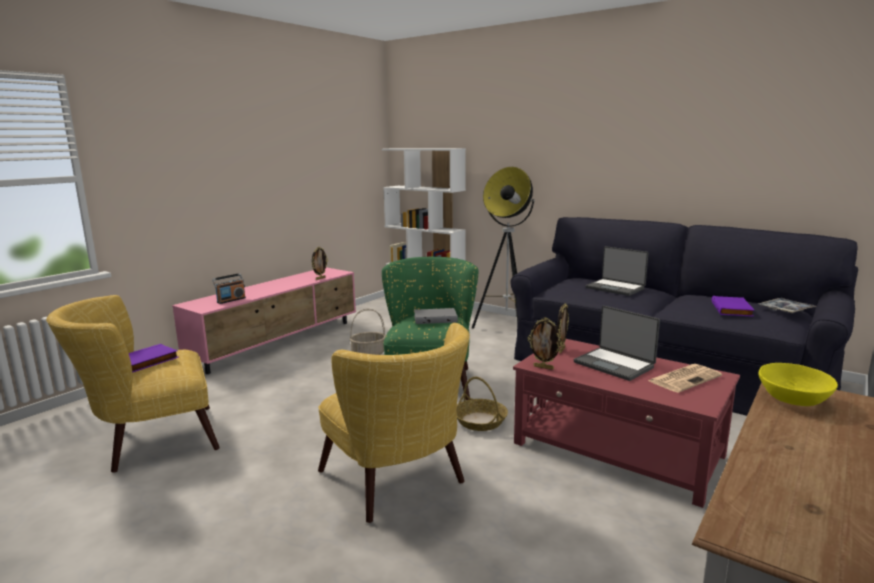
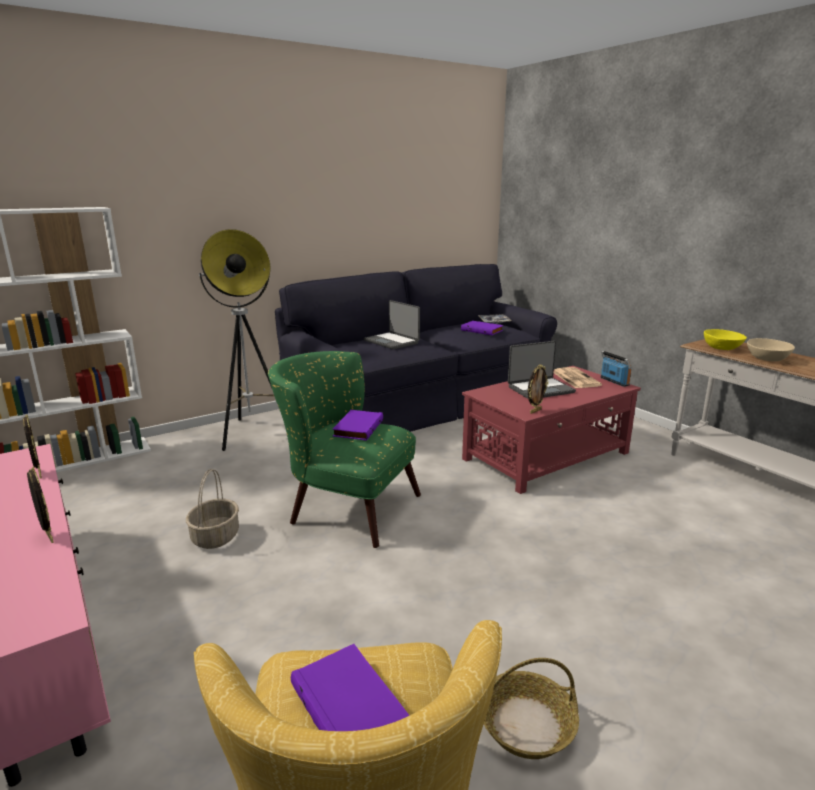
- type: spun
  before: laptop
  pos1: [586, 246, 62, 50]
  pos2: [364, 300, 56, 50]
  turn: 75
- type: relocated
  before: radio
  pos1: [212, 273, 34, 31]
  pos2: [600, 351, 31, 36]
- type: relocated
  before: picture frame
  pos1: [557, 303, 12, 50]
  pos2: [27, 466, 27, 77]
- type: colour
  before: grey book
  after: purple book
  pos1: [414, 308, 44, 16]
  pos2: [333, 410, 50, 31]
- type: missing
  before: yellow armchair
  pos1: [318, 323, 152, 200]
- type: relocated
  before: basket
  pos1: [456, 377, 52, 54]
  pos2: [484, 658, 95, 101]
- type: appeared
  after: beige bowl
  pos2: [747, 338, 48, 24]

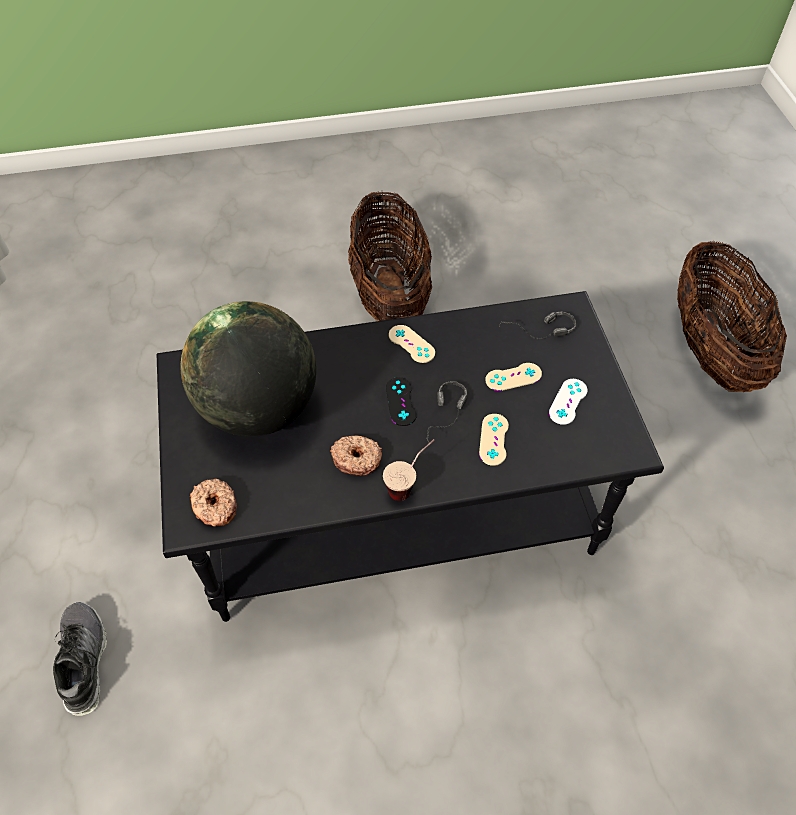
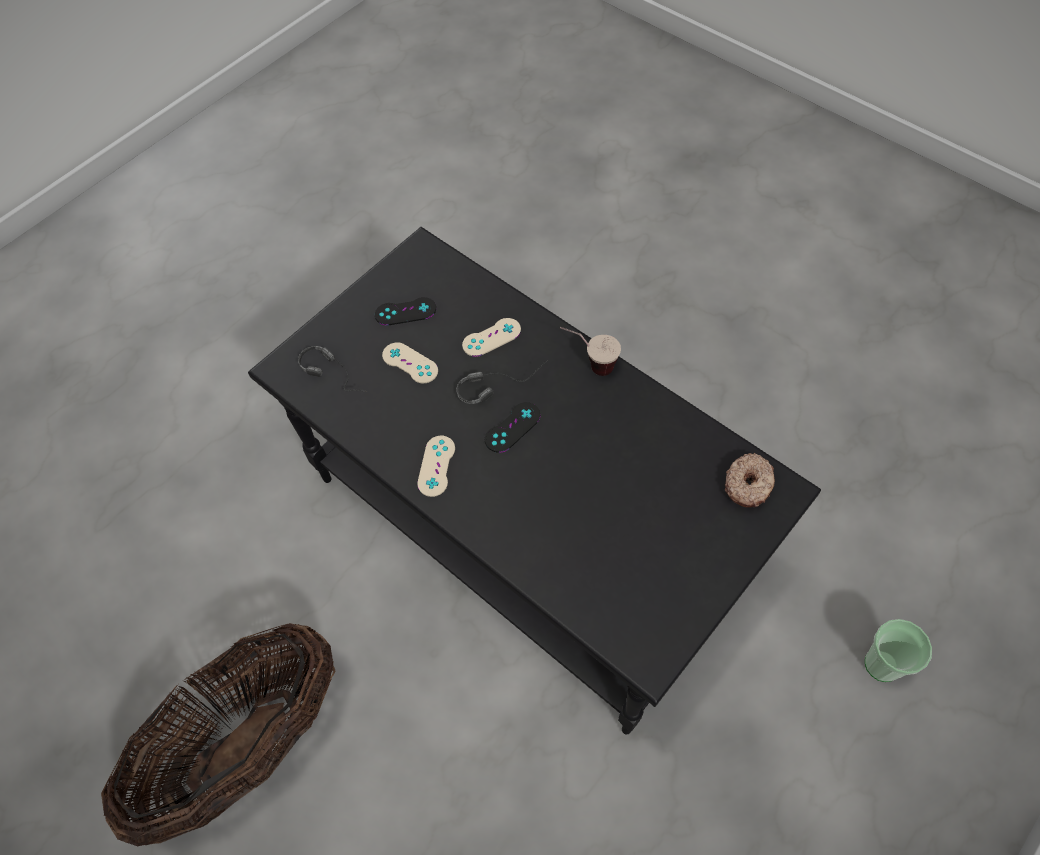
- type: missing
  before: basket
  pos1: [677, 241, 110, 151]
- type: missing
  before: globe
  pos1: [181, 301, 135, 135]
- type: colour
  before: white game controller
  after: black game controller
  pos1: [549, 379, 39, 46]
  pos2: [375, 297, 61, 28]
- type: missing
  before: donut
  pos1: [330, 435, 52, 41]
- type: exchanged
  before: shoe
  after: cup
  pos1: [53, 602, 54, 114]
  pos2: [865, 619, 67, 63]

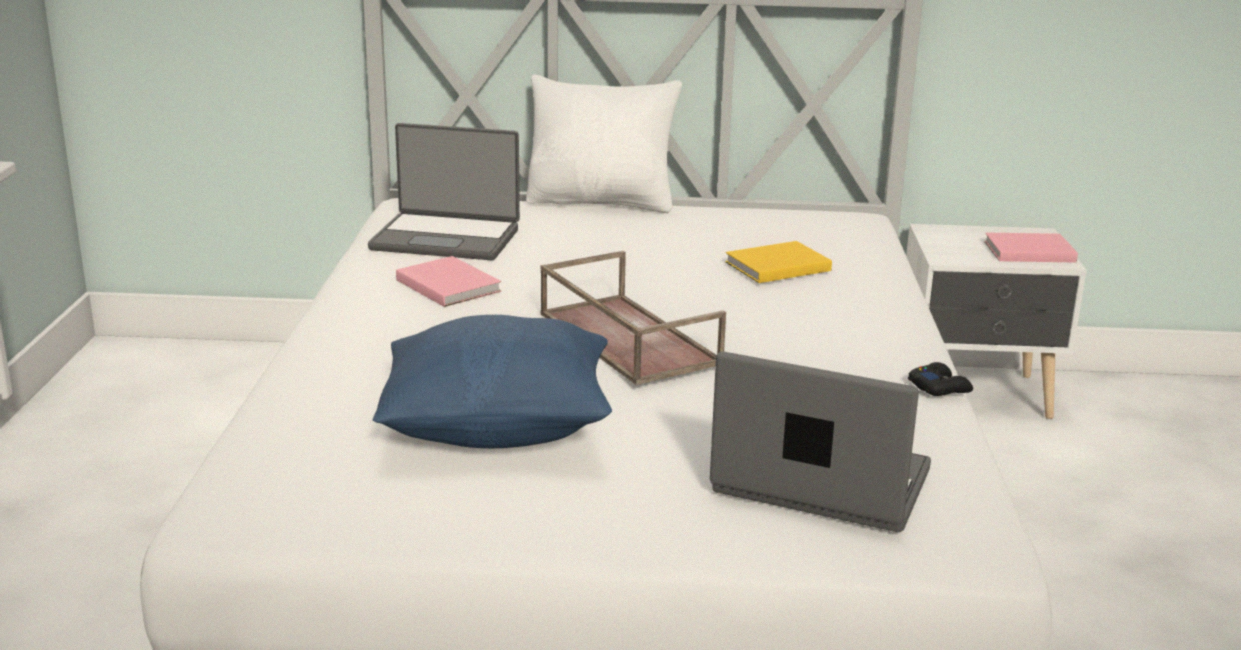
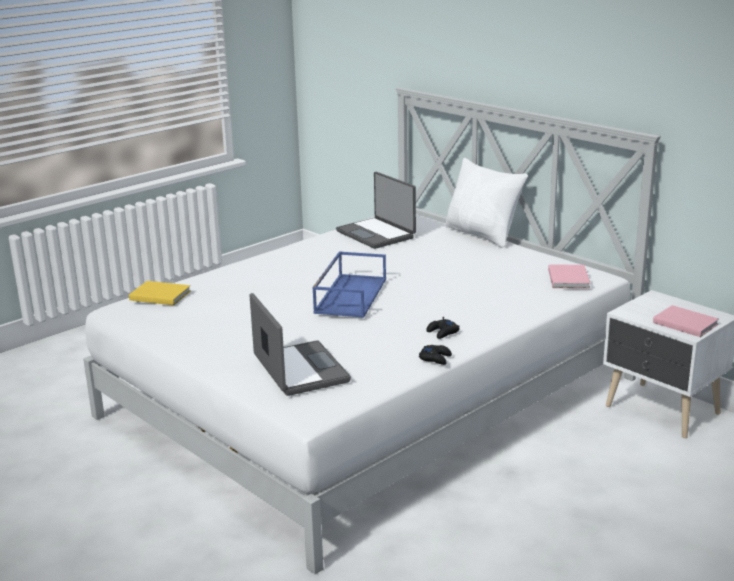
- type: relocated
  before: yellow book
  pos1: [725, 241, 107, 42]
  pos2: [129, 281, 62, 24]
- type: colour
  before: brown tray
  after: blue tray
  pos1: [540, 251, 186, 135]
  pos2: [312, 251, 74, 67]
- type: relocated
  before: pink book
  pos1: [396, 256, 105, 51]
  pos2: [548, 264, 42, 25]
- type: missing
  before: blue pillow
  pos1: [373, 315, 239, 133]
- type: appeared
  after: black game controller
  pos2: [426, 317, 34, 22]

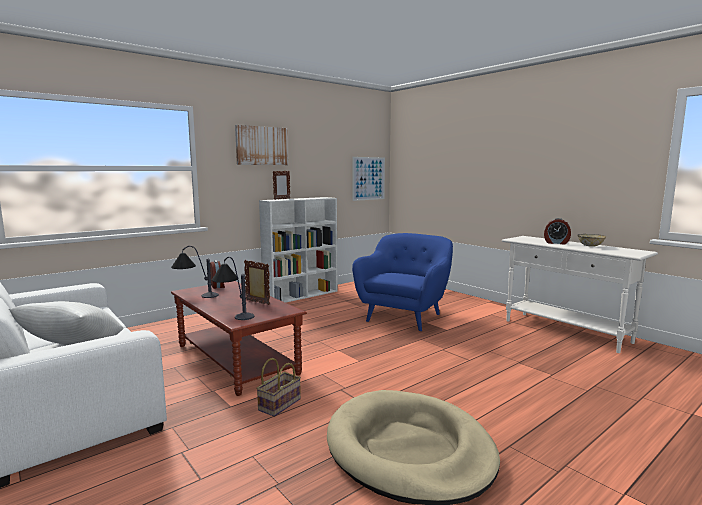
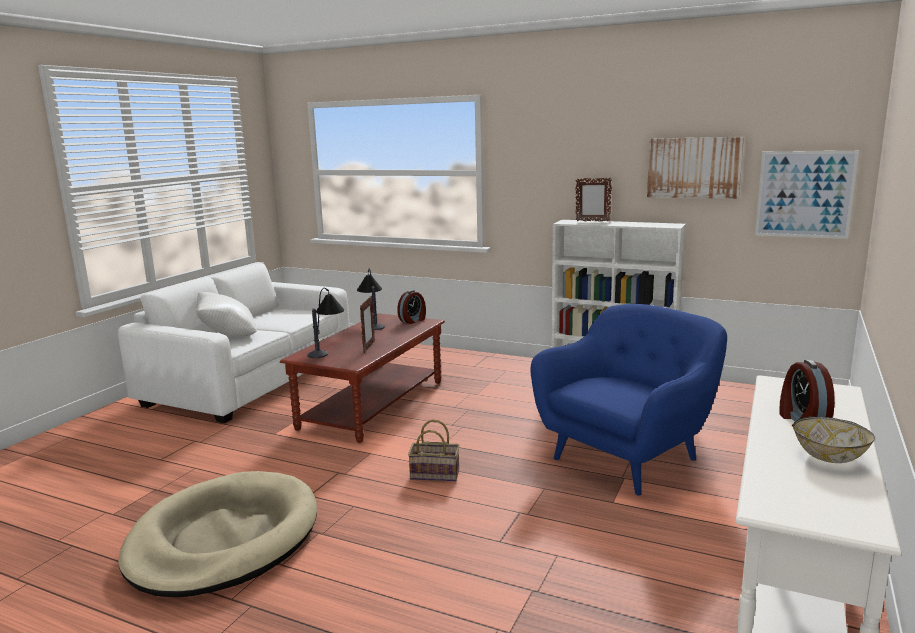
- type: relocated
  before: picture
  pos1: [235, 125, 53, 40]
  pos2: [647, 137, 97, 62]
- type: spun
  before: blue armchair
  pos1: [352, 233, 101, 98]
  pos2: [530, 304, 197, 191]
  turn: -45
- type: relocated
  before: basket
  pos1: [256, 358, 45, 59]
  pos2: [408, 419, 51, 62]

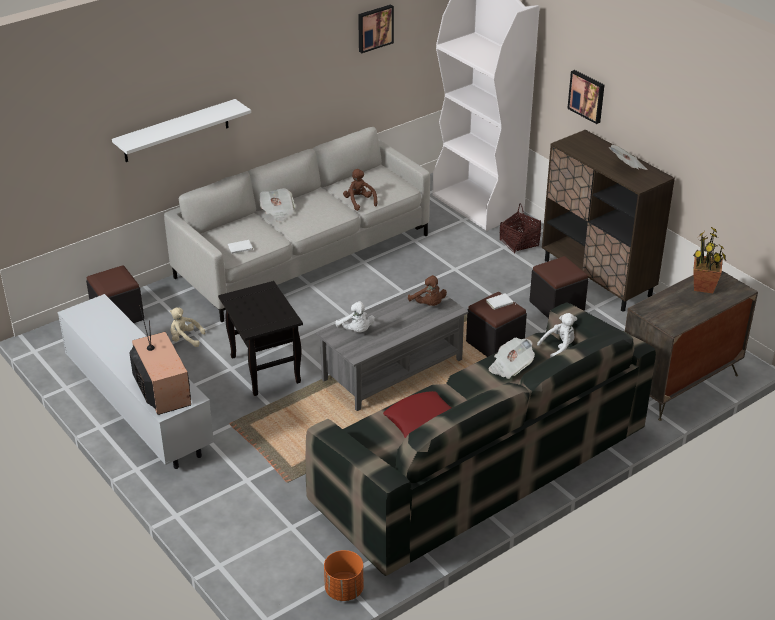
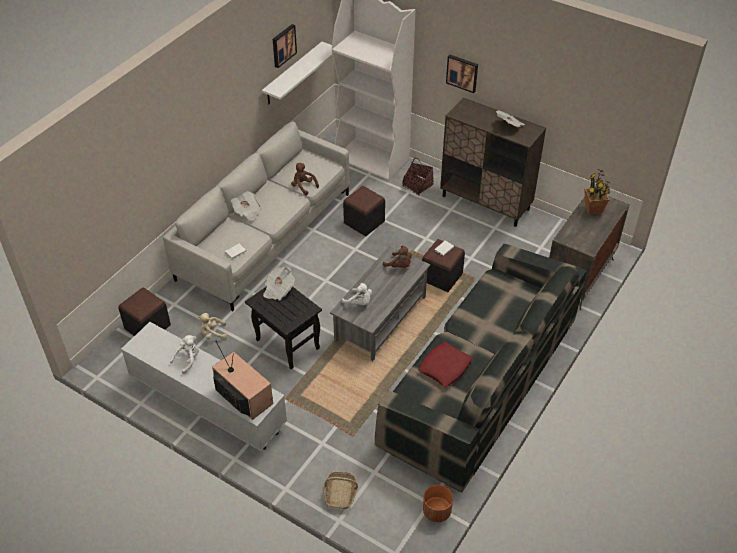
- type: relocated
  before: white shelf
  pos1: [112, 99, 139, 63]
  pos2: [262, 42, 71, 62]
- type: relocated
  before: black ottoman
  pos1: [529, 256, 59, 62]
  pos2: [343, 186, 42, 50]
- type: relocated
  before: white plush toy
  pos1: [537, 313, 40, 45]
  pos2: [170, 335, 29, 39]
- type: relocated
  before: newspaper
  pos1: [489, 338, 46, 41]
  pos2: [263, 267, 32, 33]
- type: appeared
  after: basket
  pos2: [324, 471, 34, 38]

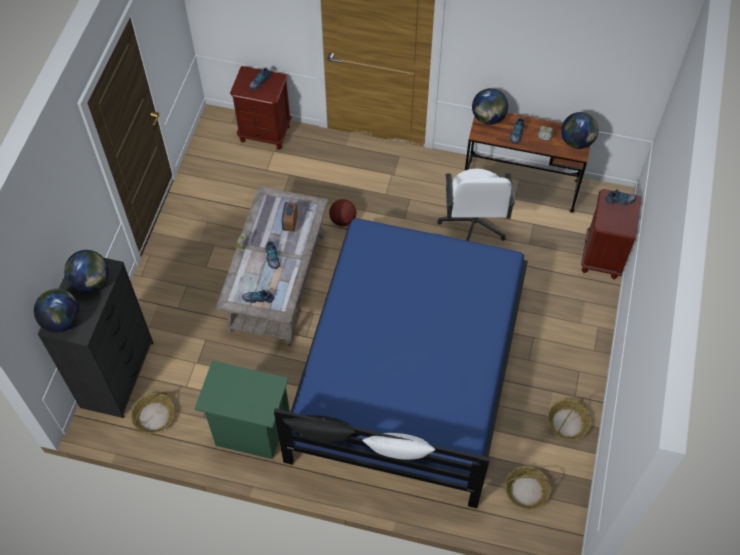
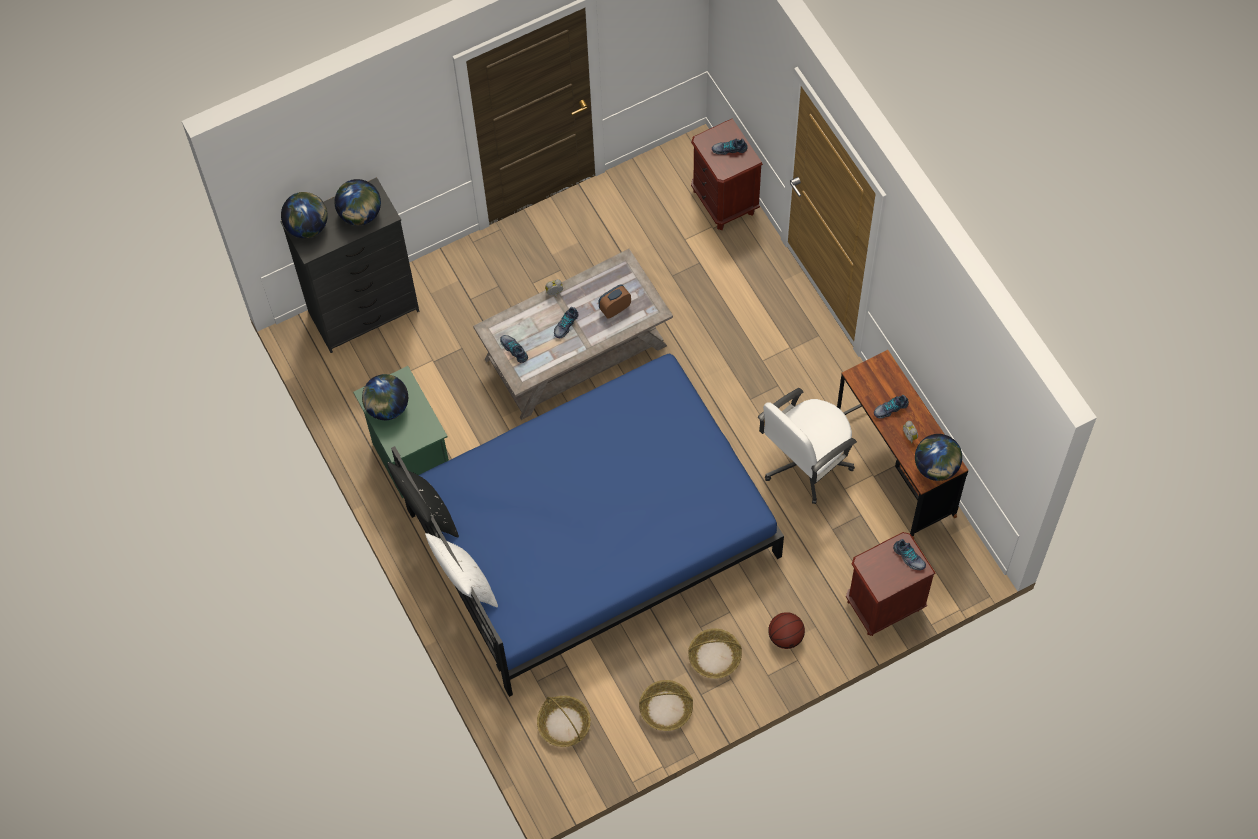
- type: relocated
  before: globe
  pos1: [472, 88, 36, 37]
  pos2: [362, 374, 46, 46]
- type: relocated
  before: basketball
  pos1: [329, 199, 27, 27]
  pos2: [768, 612, 37, 37]
- type: relocated
  before: basket
  pos1: [131, 392, 44, 41]
  pos2: [688, 628, 54, 51]

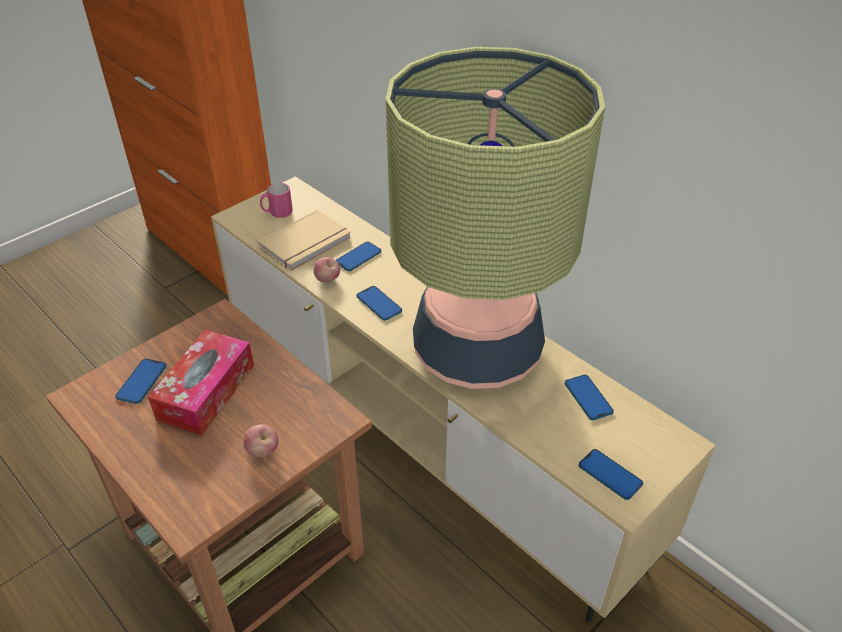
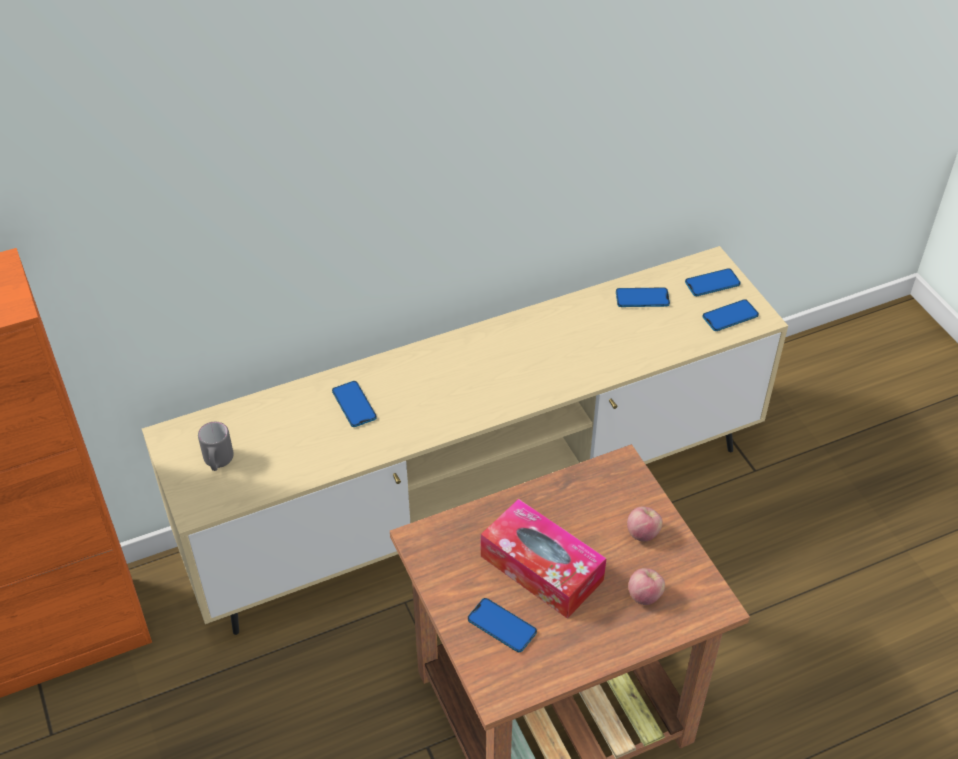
- type: missing
  before: table lamp
  pos1: [386, 47, 219, 342]
- type: colour
  before: pink mug
  after: grey mug
  pos1: [260, 183, 33, 35]
  pos2: [198, 422, 36, 49]
- type: missing
  before: beige book
  pos1: [257, 210, 94, 61]
- type: relocated
  before: apple
  pos1: [314, 257, 26, 25]
  pos2: [628, 568, 37, 37]
- type: relocated
  before: phone
  pos1: [357, 286, 45, 35]
  pos2: [685, 268, 56, 28]

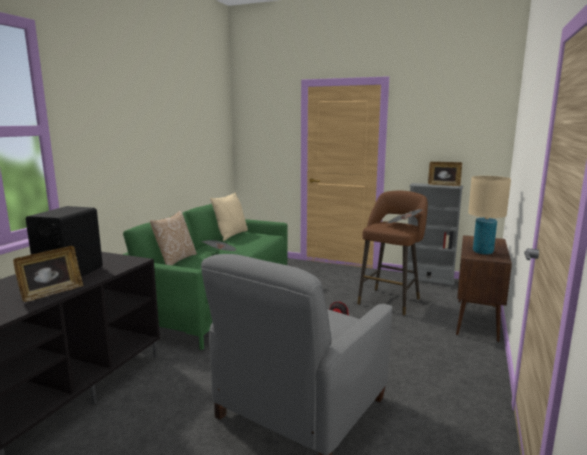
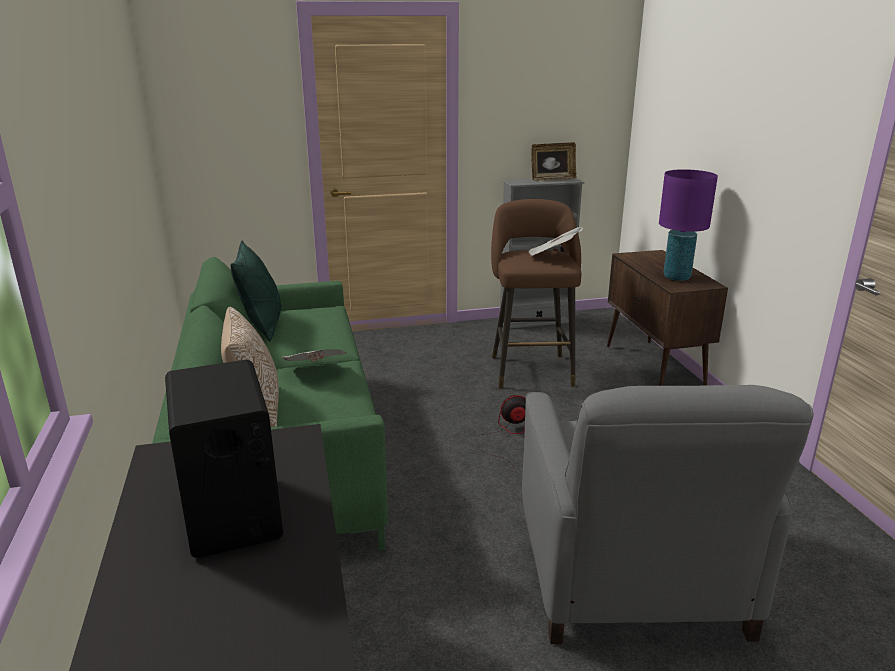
- type: colour
  before: beige table lamp
  after: purple table lamp
  pos1: [468, 176, 43, 78]
  pos2: [659, 169, 59, 112]
- type: colour
  before: beige pillow
  after: green pillow
  pos1: [210, 192, 38, 49]
  pos2: [231, 241, 51, 100]
- type: missing
  before: picture frame
  pos1: [13, 246, 70, 56]

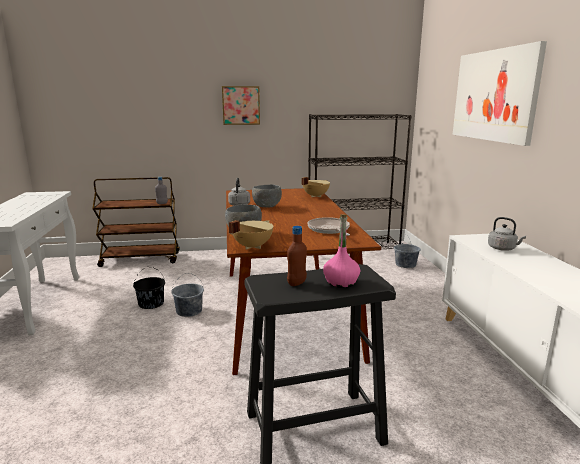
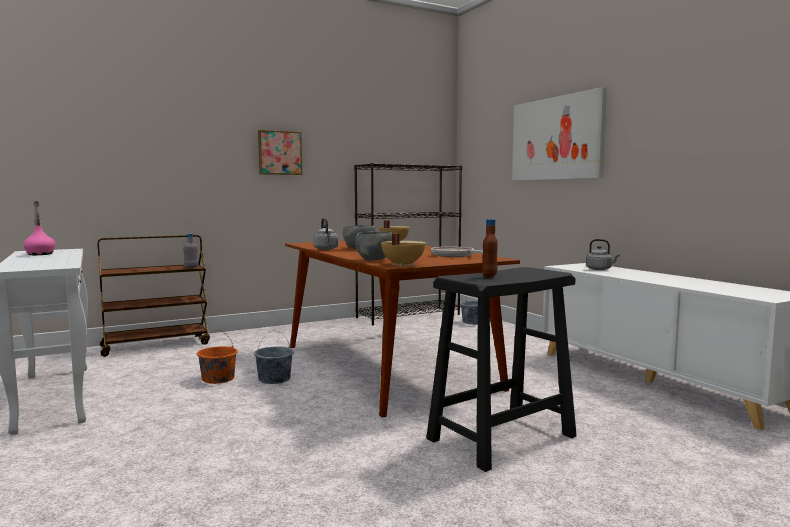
- type: relocated
  before: pink bottle
  pos1: [323, 214, 37, 74]
  pos2: [23, 201, 33, 54]
- type: colour
  before: black bucket
  after: orange bucket
  pos1: [133, 267, 32, 42]
  pos2: [197, 330, 41, 54]

